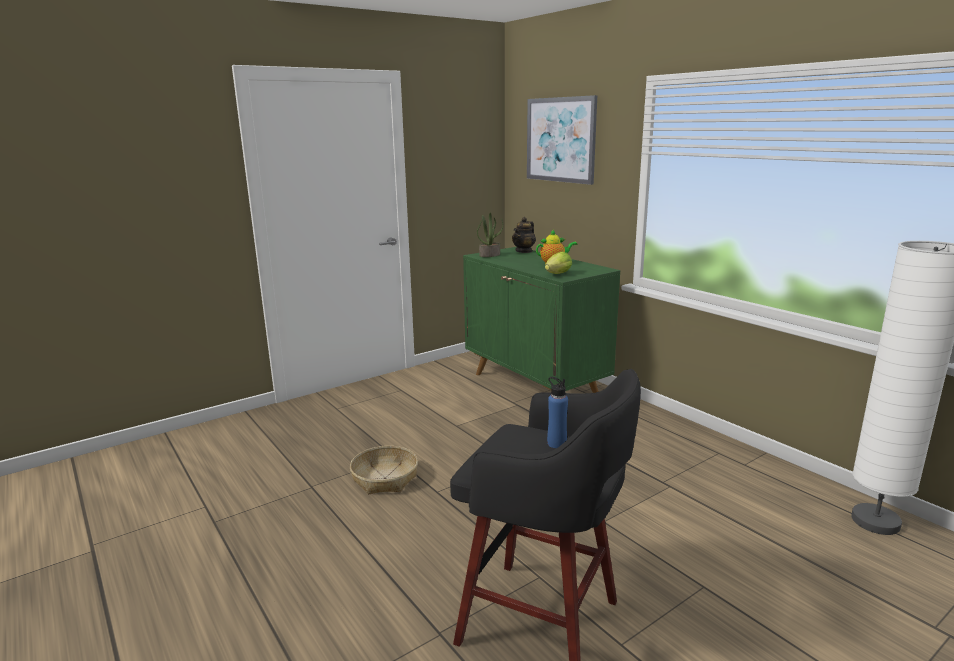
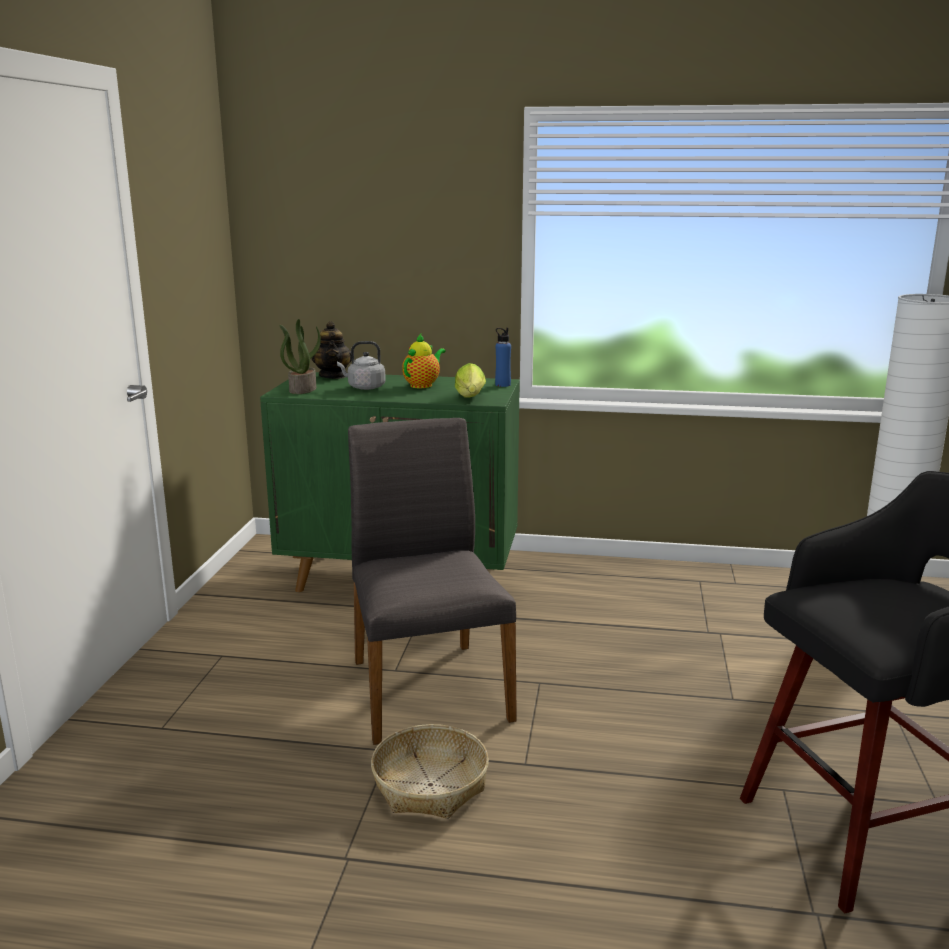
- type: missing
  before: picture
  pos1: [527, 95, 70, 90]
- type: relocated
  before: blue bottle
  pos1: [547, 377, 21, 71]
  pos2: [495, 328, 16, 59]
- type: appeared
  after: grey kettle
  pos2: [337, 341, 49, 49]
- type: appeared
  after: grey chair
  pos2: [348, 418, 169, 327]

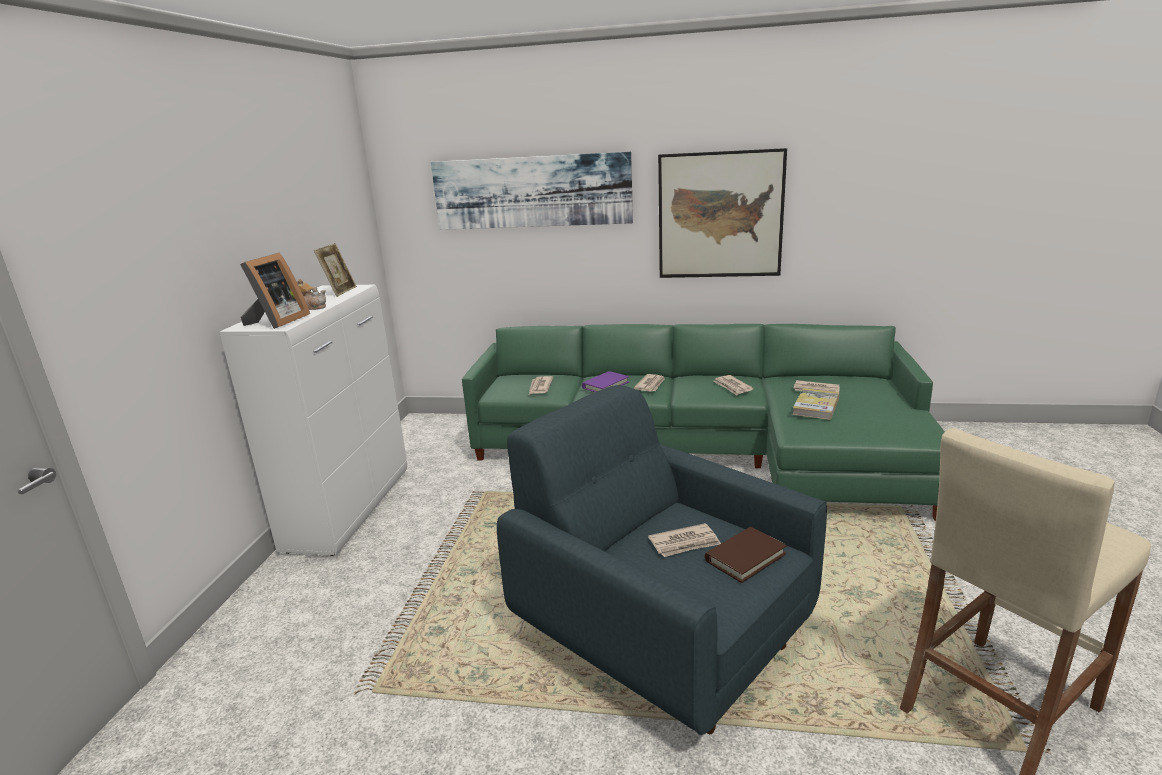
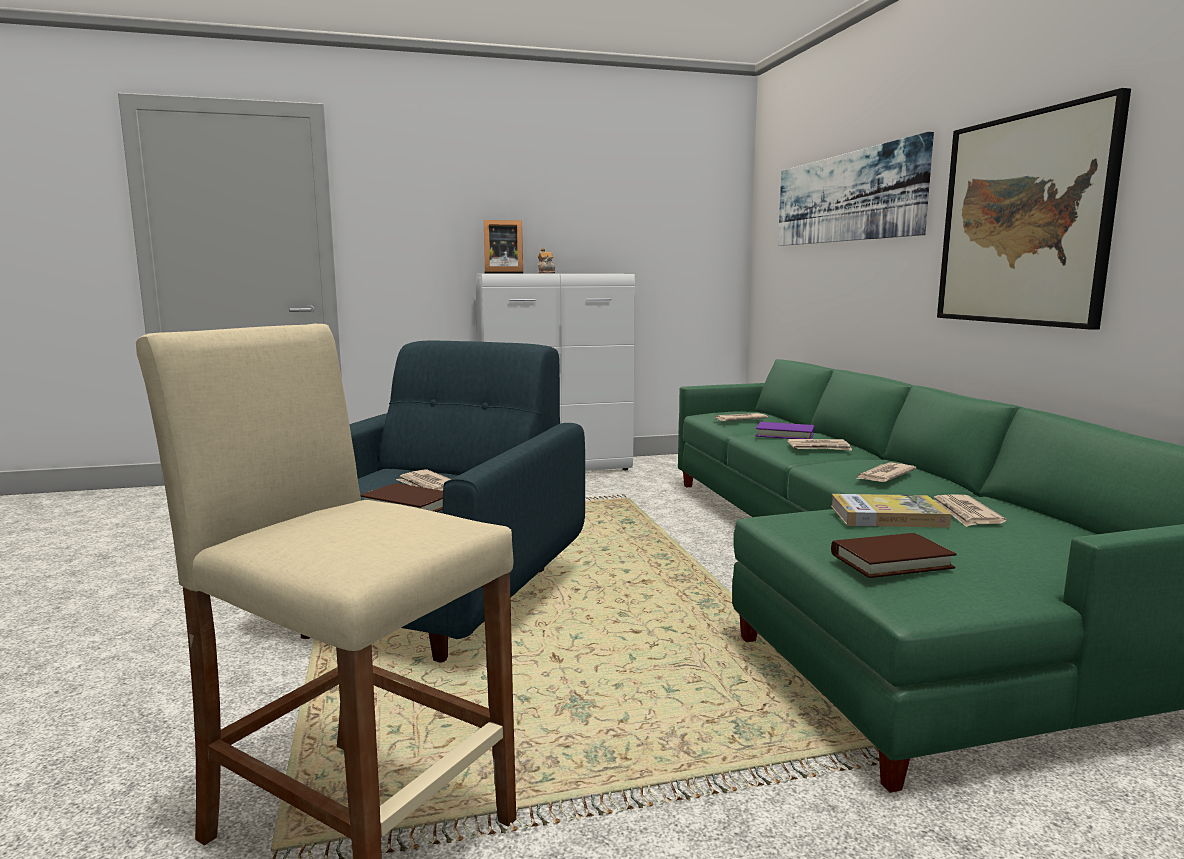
- type: missing
  before: picture frame
  pos1: [314, 243, 43, 54]
- type: appeared
  after: brown book
  pos2: [831, 533, 126, 45]

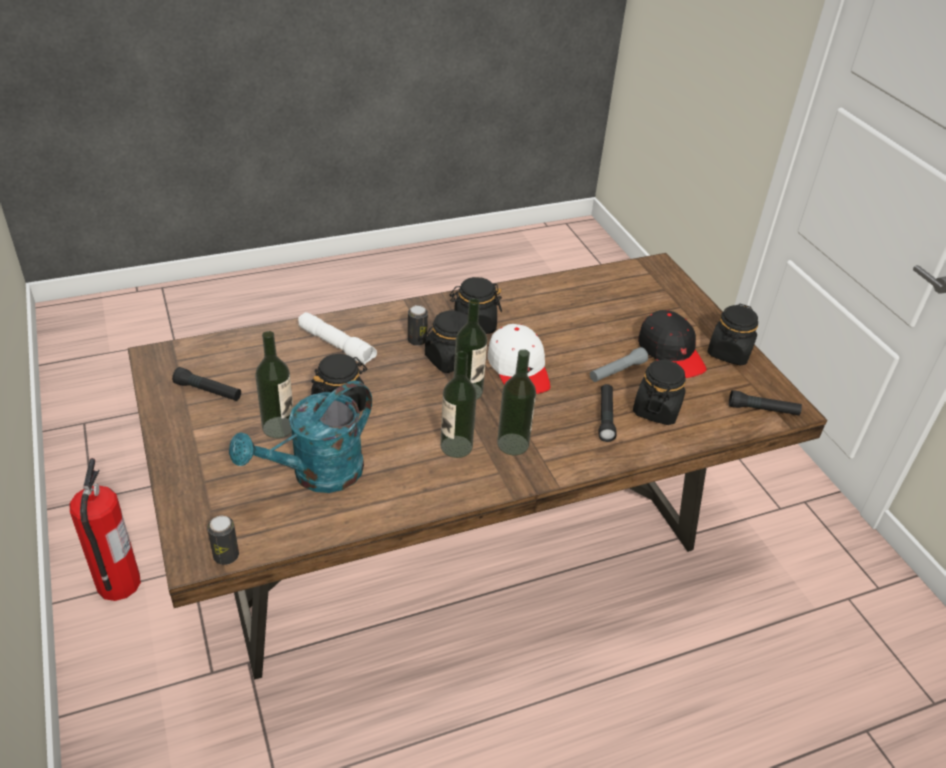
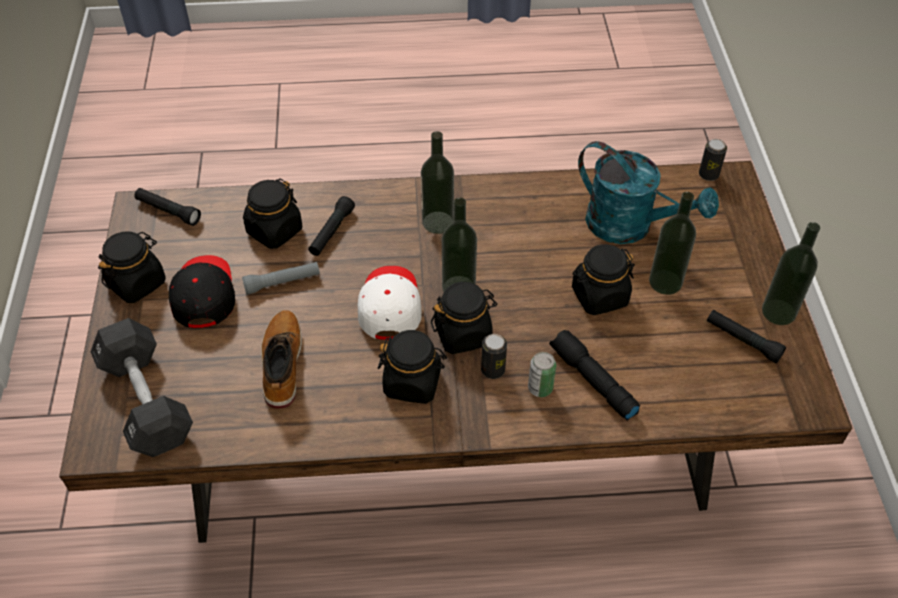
- type: colour
  before: white flashlight
  after: black flashlight
  pos1: [298, 312, 79, 53]
  pos2: [549, 330, 91, 91]
- type: relocated
  before: bottle
  pos1: [440, 351, 37, 107]
  pos2: [762, 222, 58, 103]
- type: spun
  before: turquoise watering can
  pos1: [229, 381, 143, 112]
  pos2: [578, 141, 141, 103]
  turn: 60
- type: missing
  before: fire extinguisher
  pos1: [69, 458, 72, 143]
- type: appeared
  after: boot
  pos2: [261, 310, 41, 99]
- type: appeared
  after: black dumbbell
  pos2: [91, 318, 102, 139]
- type: appeared
  after: can
  pos2: [528, 352, 28, 45]

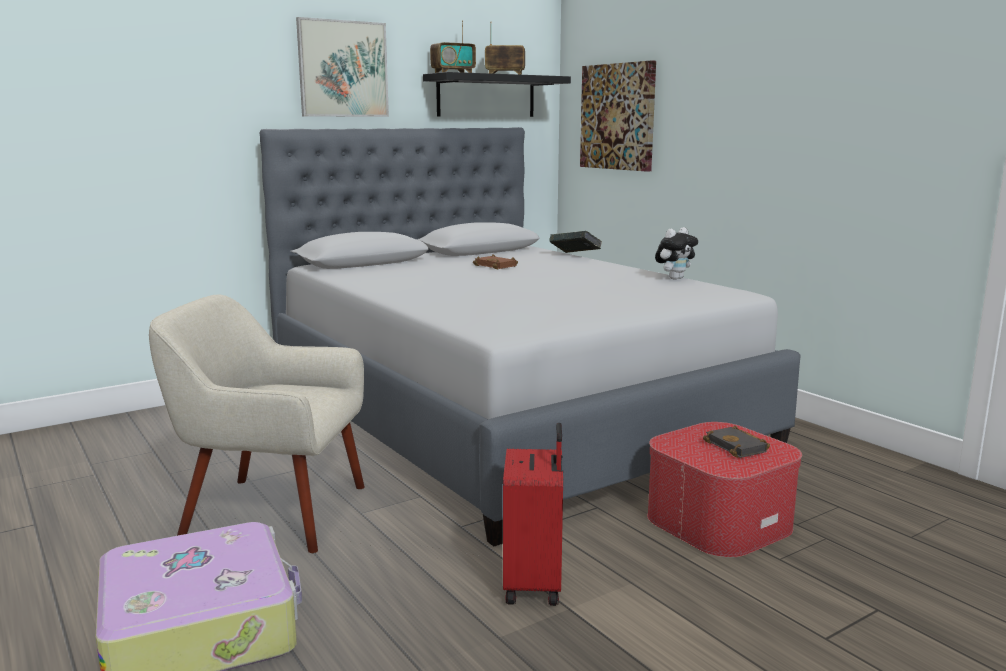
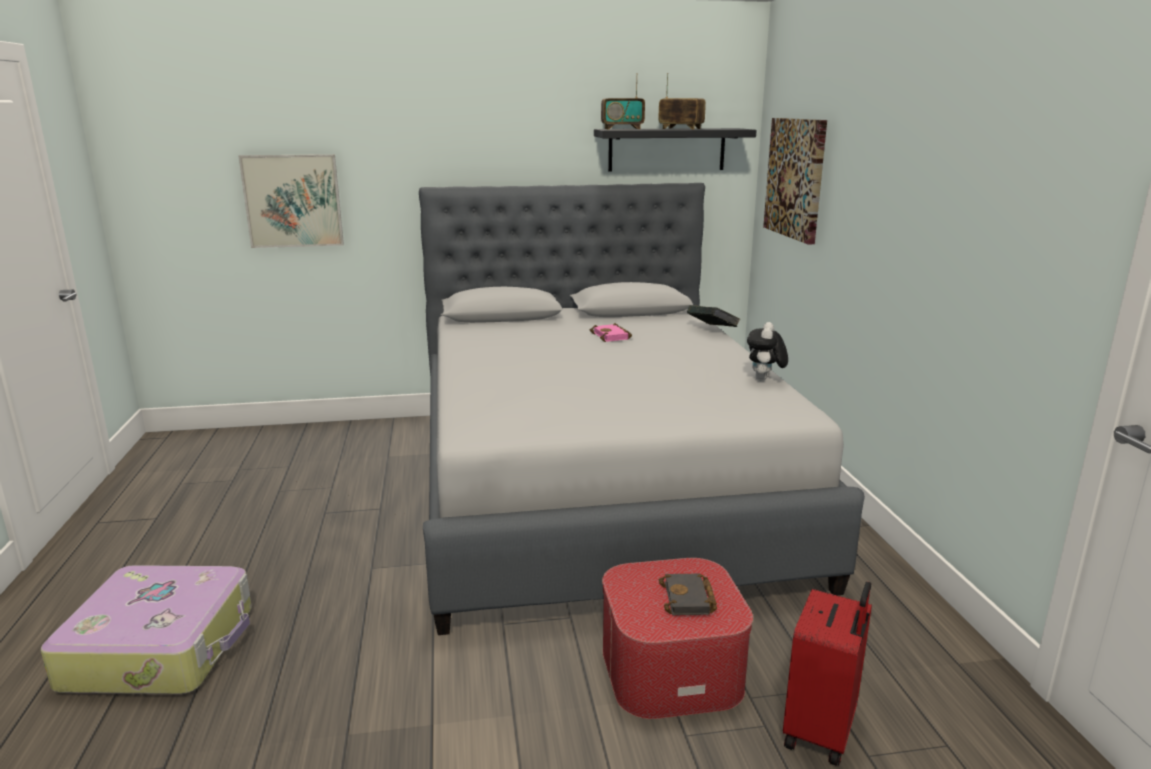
- type: relocated
  before: picture
  pos1: [296, 17, 93, 100]
  pos2: [239, 154, 105, 94]
- type: spun
  before: plush toy
  pos1: [655, 227, 43, 53]
  pos2: [747, 322, 41, 59]
  turn: 120
- type: colour
  before: brown book
  after: pink book
  pos1: [473, 254, 45, 15]
  pos2: [590, 323, 42, 19]
- type: missing
  before: beige armchair
  pos1: [149, 295, 216, 258]
- type: relocated
  before: red suitcase
  pos1: [503, 423, 60, 183]
  pos2: [783, 582, 89, 184]

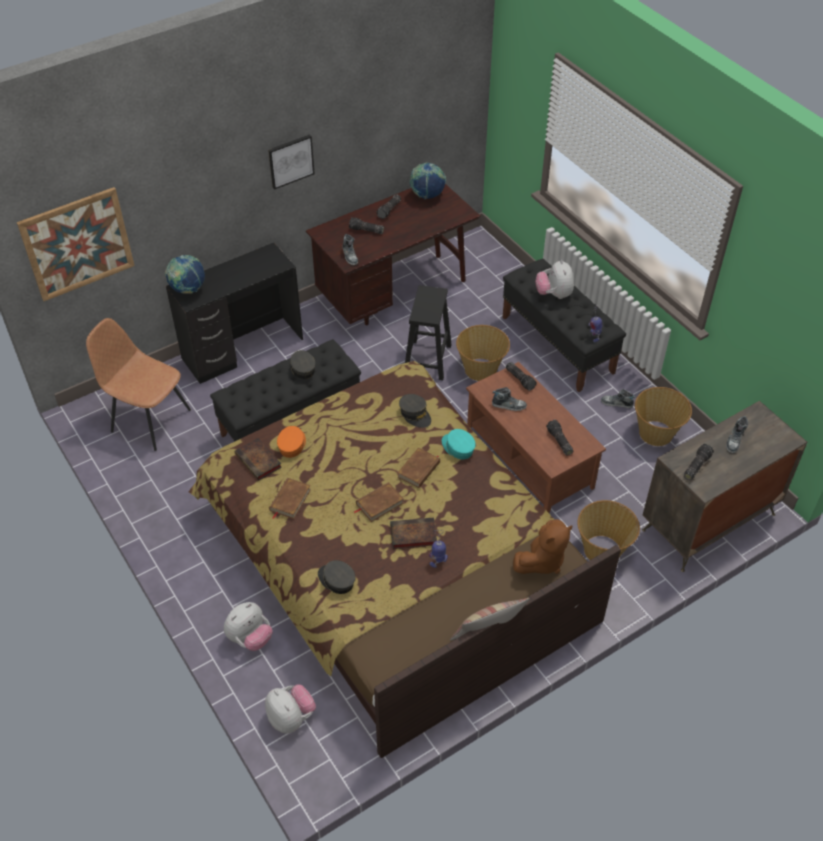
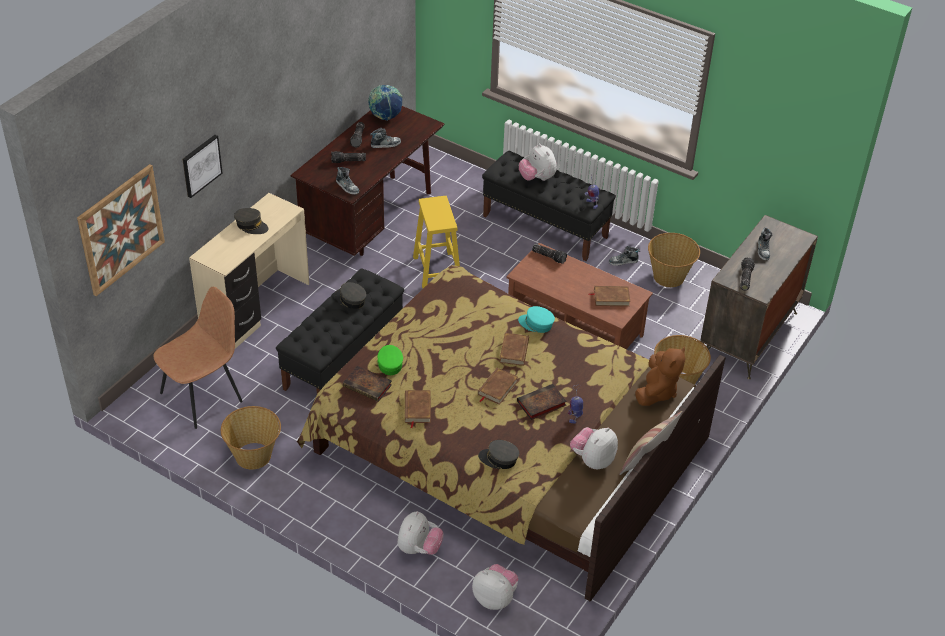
- type: relocated
  before: picture
  pos1: [268, 134, 47, 56]
  pos2: [182, 135, 41, 63]
- type: colour
  before: black desk
  after: beige desk
  pos1: [166, 243, 137, 141]
  pos2: [189, 193, 120, 156]
- type: missing
  before: globe
  pos1: [165, 255, 40, 39]
- type: colour
  before: black stool
  after: yellow stool
  pos1: [405, 285, 47, 95]
  pos2: [413, 196, 47, 92]
- type: spun
  before: brown chair
  pos1: [86, 318, 105, 133]
  pos2: [153, 287, 90, 142]
  turn: 135
- type: relocated
  before: basket
  pos1: [456, 325, 54, 56]
  pos2: [221, 406, 60, 64]
- type: relocated
  before: shoe
  pos1: [492, 387, 35, 24]
  pos2: [370, 128, 31, 20]
- type: relocated
  before: grey cap
  pos1: [399, 394, 32, 34]
  pos2: [234, 208, 35, 26]
- type: exchanged
  before: flashlight
  after: brown book
  pos1: [546, 420, 27, 36]
  pos2: [588, 286, 42, 20]
- type: colour
  before: orange cap
  after: green cap
  pos1: [277, 426, 29, 32]
  pos2: [377, 345, 26, 30]
- type: appeared
  after: plush toy
  pos2: [570, 427, 48, 42]

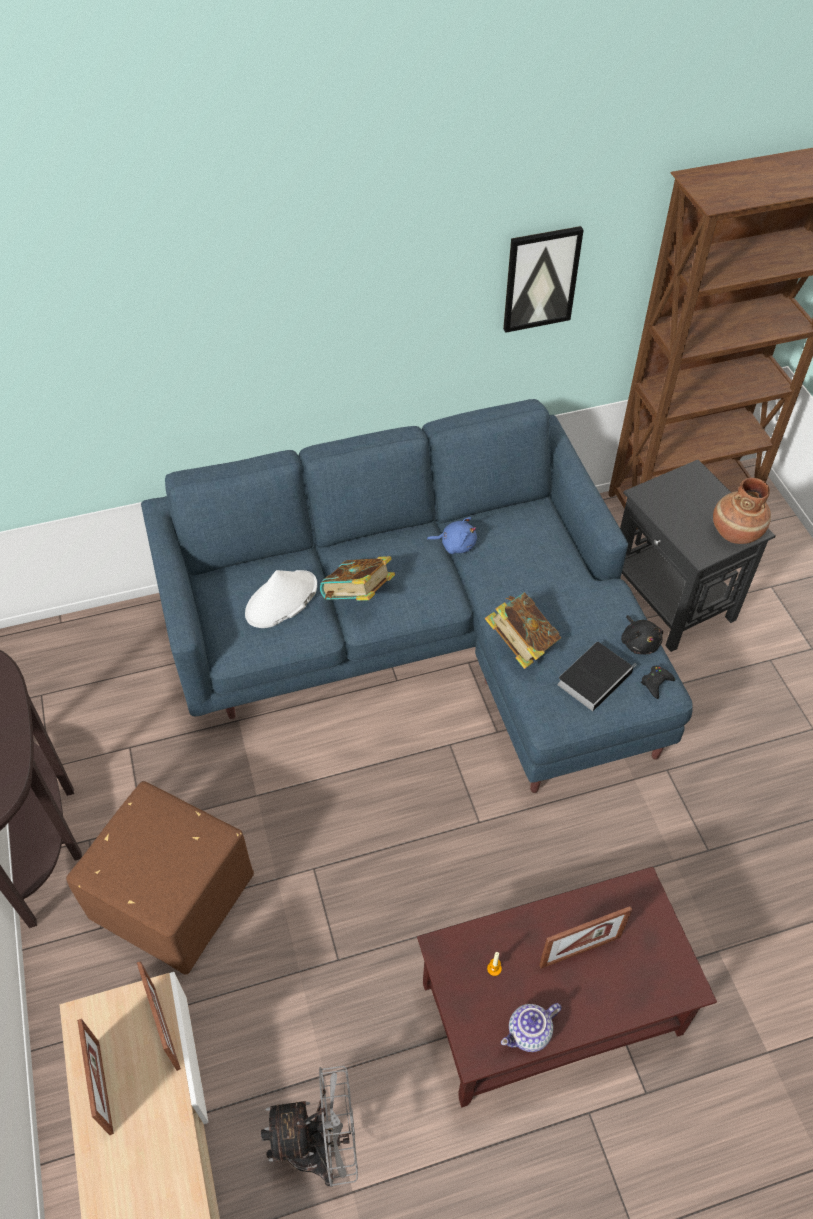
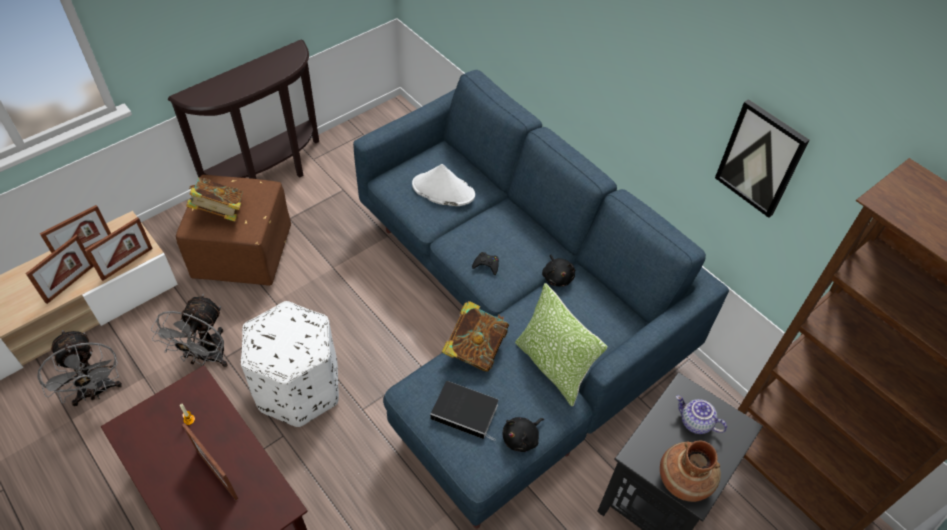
- type: colour
  before: blue plush toy
  after: black plush toy
  pos1: [427, 517, 50, 37]
  pos2: [542, 255, 33, 32]
- type: relocated
  before: book
  pos1: [320, 556, 75, 45]
  pos2: [186, 177, 57, 45]
- type: relocated
  before: black game controller
  pos1: [641, 666, 34, 33]
  pos2: [472, 252, 27, 23]
- type: relocated
  before: teapot
  pos1: [501, 1003, 60, 49]
  pos2: [676, 395, 51, 39]
- type: appeared
  after: picture frame
  pos2: [25, 235, 69, 69]
- type: appeared
  after: pillow
  pos2: [515, 283, 93, 123]
- type: appeared
  after: grey fan
  pos2: [151, 294, 77, 73]
- type: appeared
  after: white ottoman
  pos2: [241, 301, 98, 126]

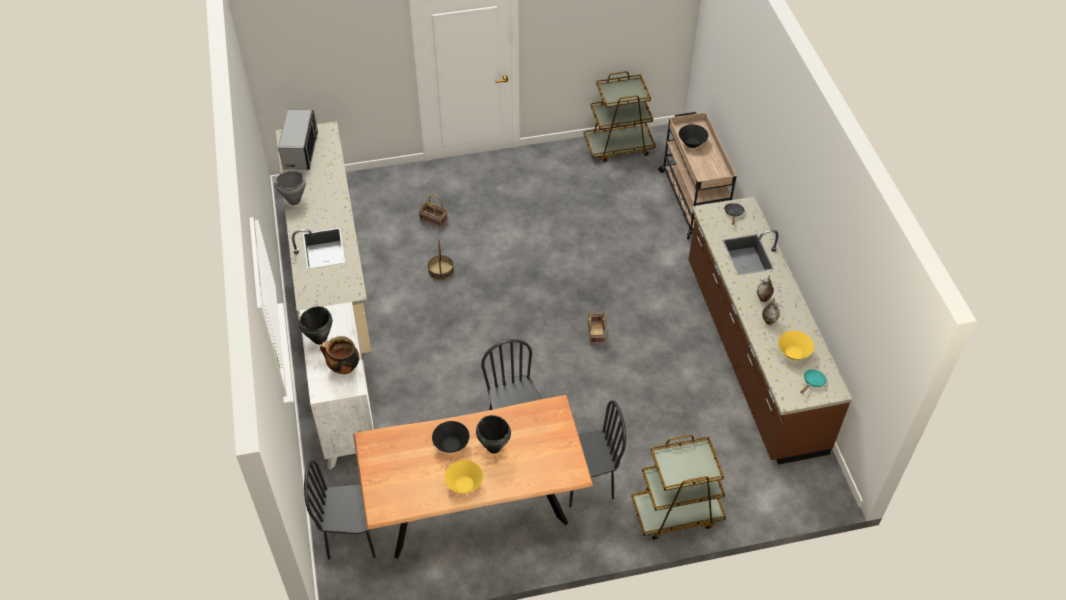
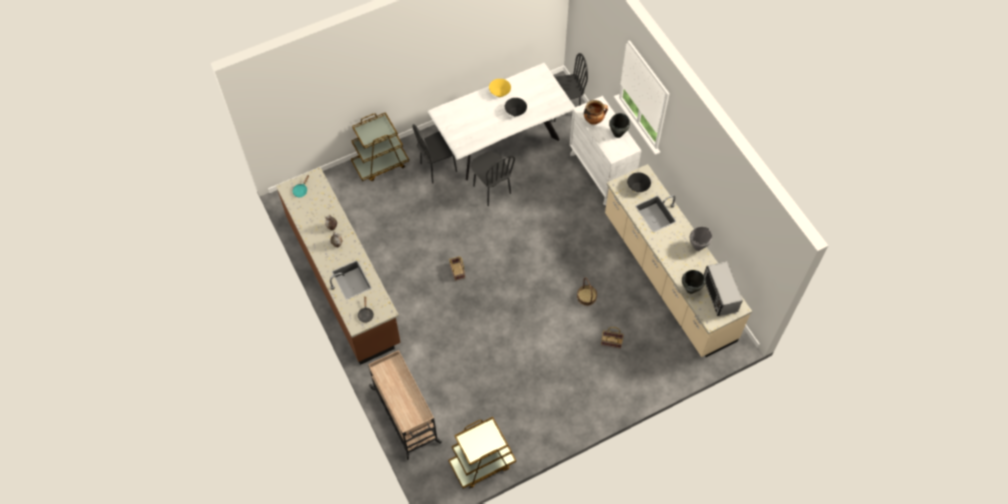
- type: relocated
  before: black bowl
  pos1: [679, 125, 29, 23]
  pos2: [627, 172, 24, 20]
- type: missing
  before: yellow bowl
  pos1: [778, 331, 36, 29]
- type: colour
  before: brown dining table
  after: white dining table
  pos1: [353, 395, 240, 164]
  pos2: [427, 63, 148, 117]
- type: relocated
  before: black cooking pot
  pos1: [476, 415, 35, 39]
  pos2: [682, 270, 24, 24]

